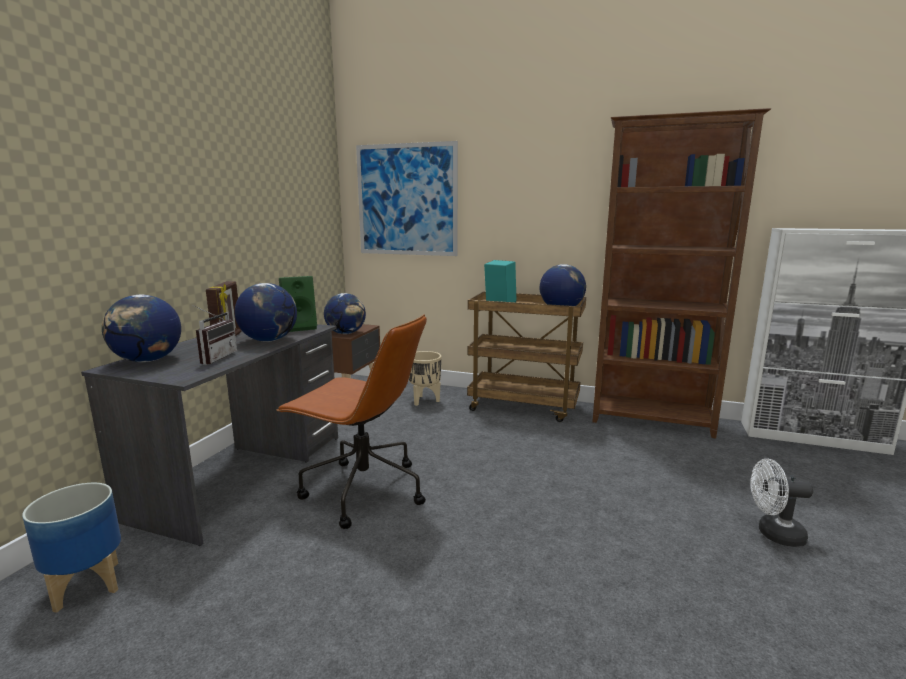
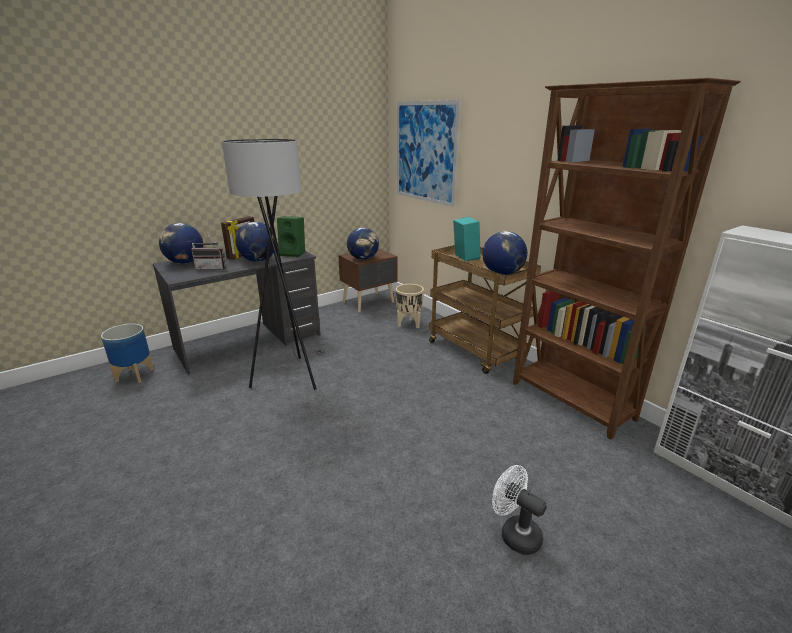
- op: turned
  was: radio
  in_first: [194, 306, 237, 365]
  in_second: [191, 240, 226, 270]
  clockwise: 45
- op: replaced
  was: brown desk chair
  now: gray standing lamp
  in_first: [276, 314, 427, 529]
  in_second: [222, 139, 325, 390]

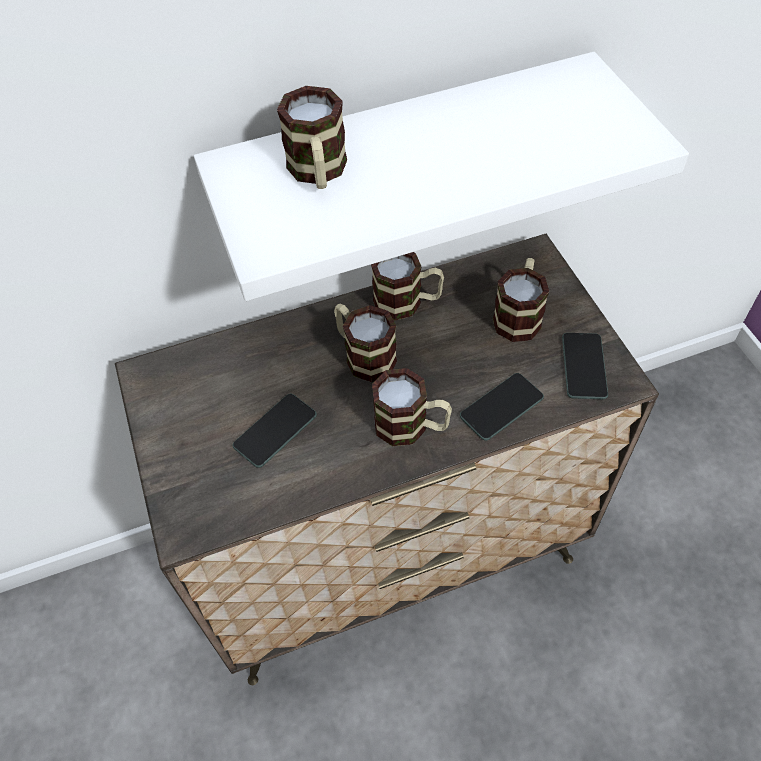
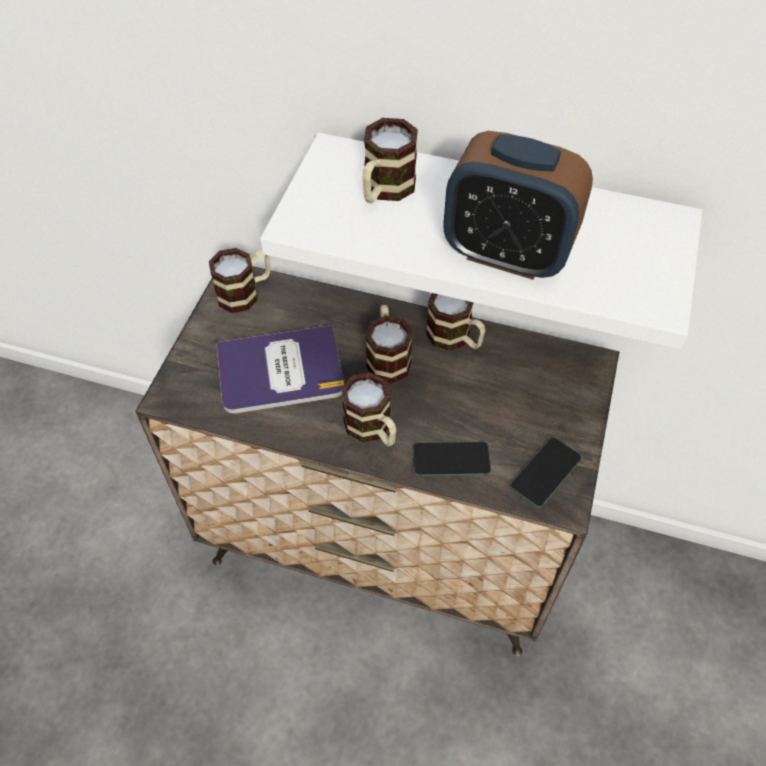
- op: moved
  was: mug
  in_first: [493, 258, 549, 342]
  in_second: [209, 248, 270, 313]
- op: replaced
  was: phone
  now: bound book
  in_first: [233, 394, 317, 468]
  in_second: [216, 325, 344, 414]
- op: added
  now: alarm clock
  in_second: [443, 131, 593, 280]

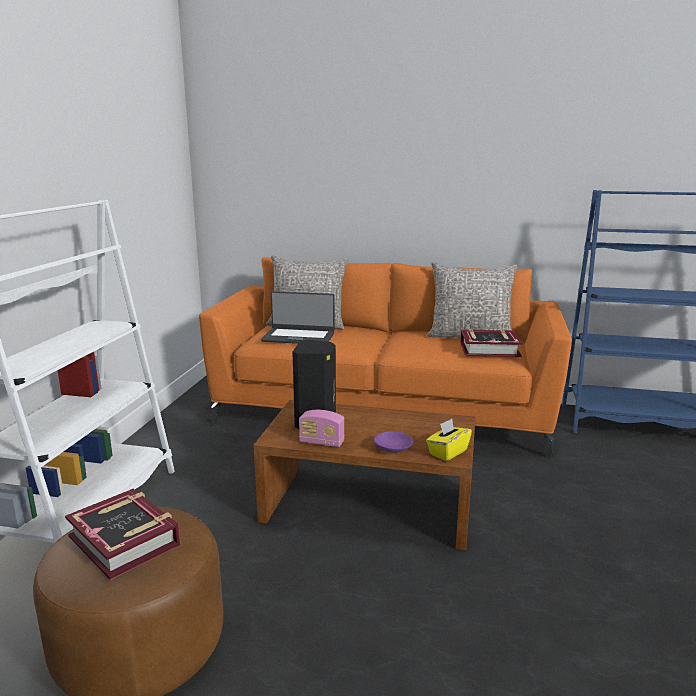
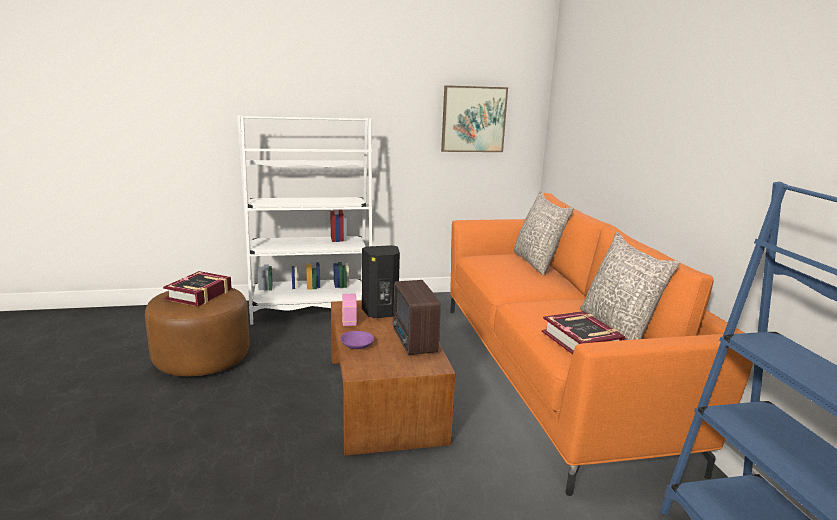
- op: removed
  was: notebook computer
  in_first: [261, 291, 335, 344]
- op: removed
  was: yellow-coloured tissue holder
  in_first: [426, 419, 472, 461]
- op: added
  now: wall picture
  in_second: [441, 85, 508, 152]
- op: added
  now: radio
  in_second: [393, 280, 441, 355]

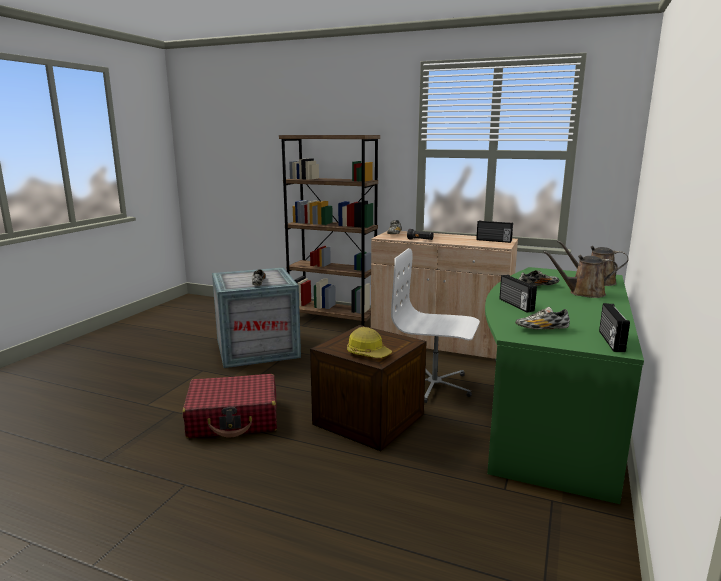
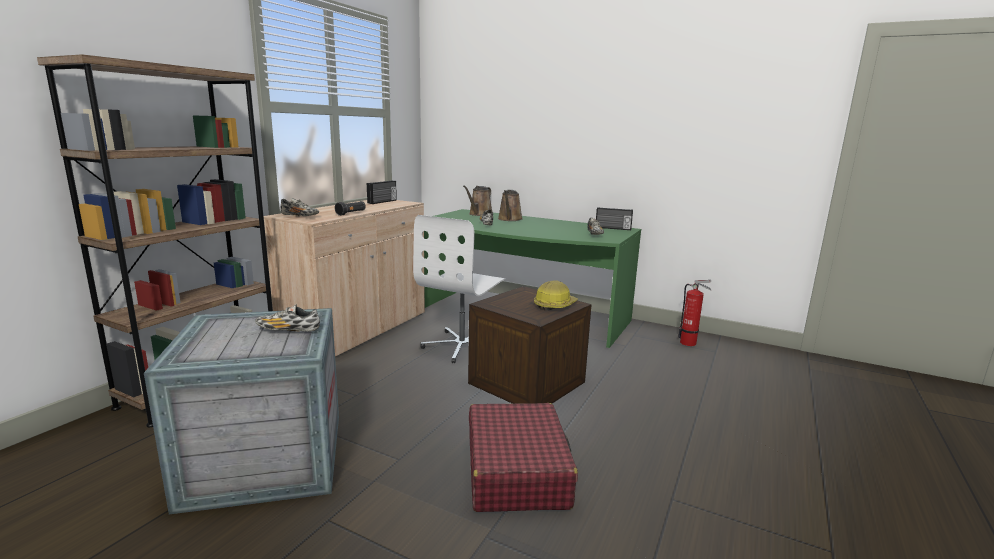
- op: removed
  was: radio
  in_first: [499, 275, 537, 312]
- op: added
  now: fire-fighting cylinder
  in_second: [678, 280, 711, 346]

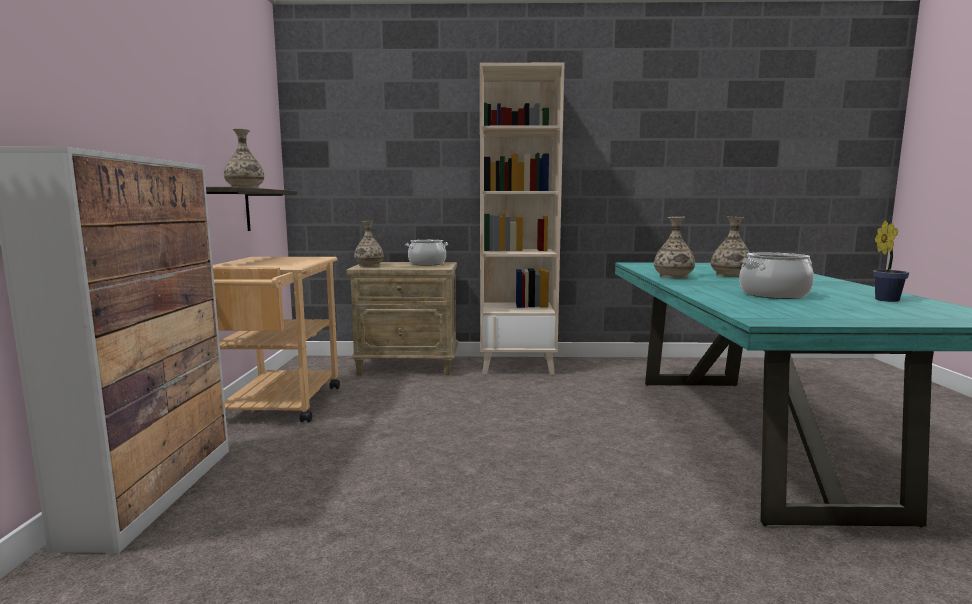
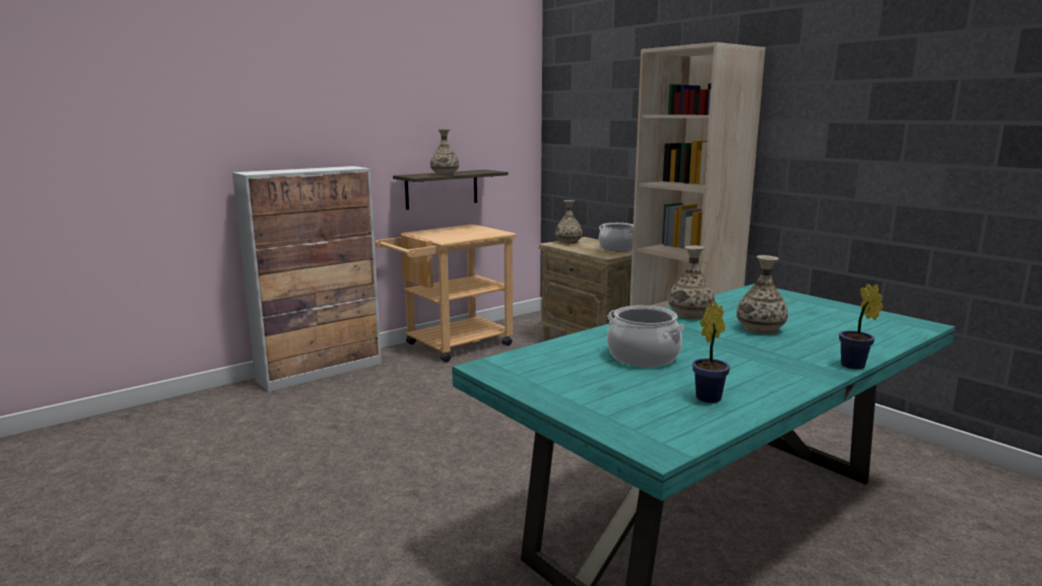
- op: added
  now: houseplant
  in_second: [839, 283, 883, 369]

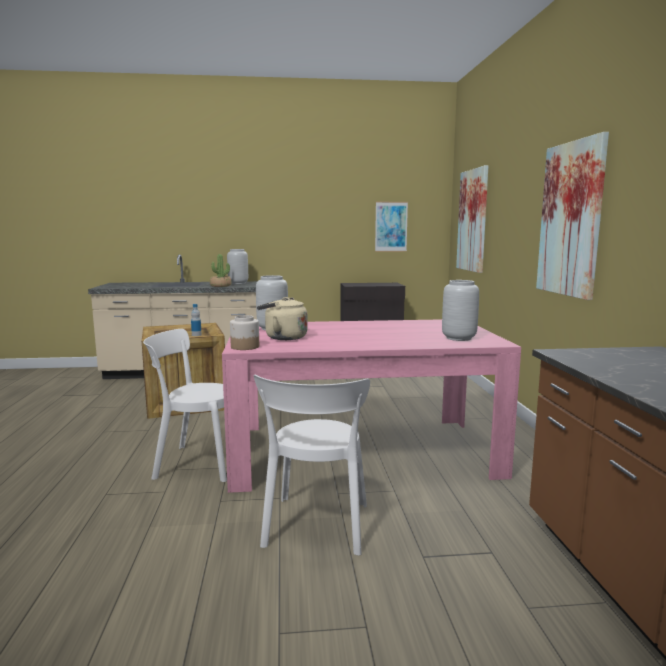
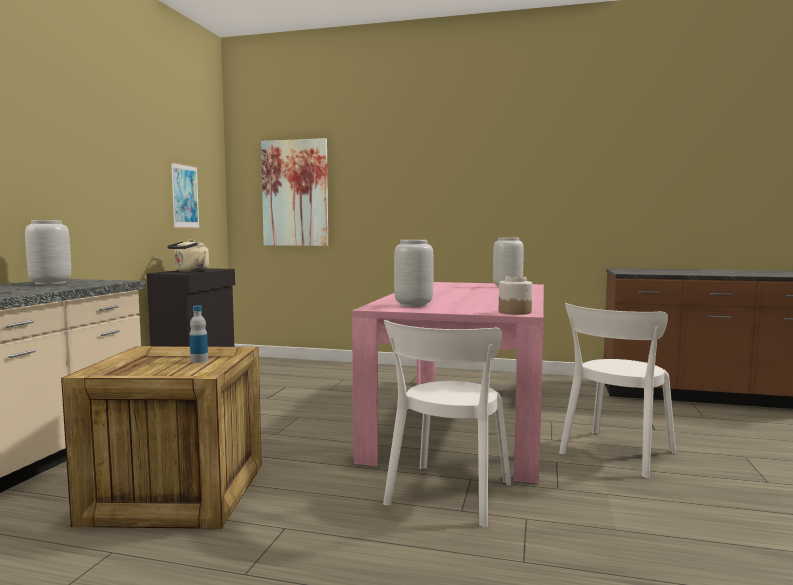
- op: removed
  was: wall picture
  in_first: [536, 132, 609, 300]
- op: removed
  was: houseplant
  in_first: [210, 254, 231, 287]
- op: moved
  was: beige tea kettle
  in_first: [257, 297, 308, 340]
  in_second: [167, 239, 209, 272]
- op: turned
  was: whitish chair
  in_first: [254, 375, 370, 556]
  in_second: [559, 303, 676, 478]
  clockwise: 105

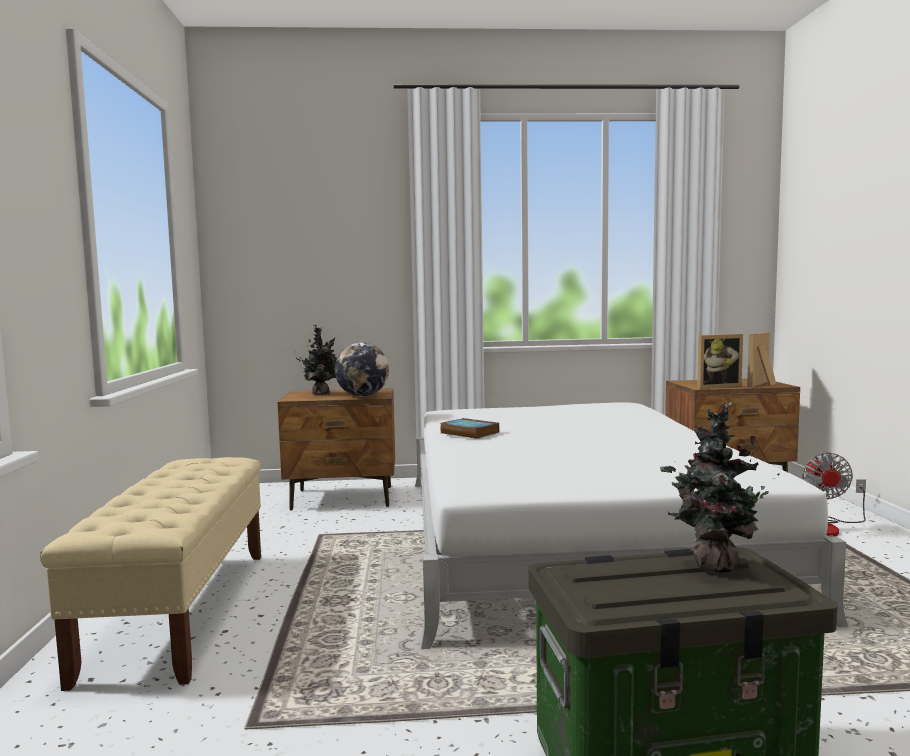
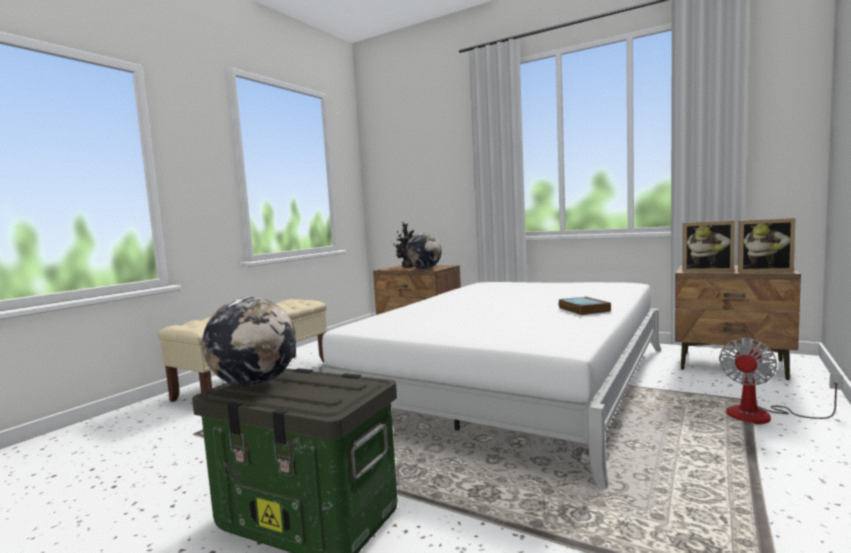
- op: turned
  was: picture frame
  in_first: [747, 332, 776, 388]
  in_second: [738, 218, 796, 273]
  clockwise: -150
- op: removed
  was: houseplant
  in_first: [660, 402, 779, 572]
- op: moved
  was: bound book
  in_first: [440, 418, 499, 439]
  in_second: [558, 297, 611, 315]
- op: added
  now: desk globe
  in_second: [202, 297, 296, 387]

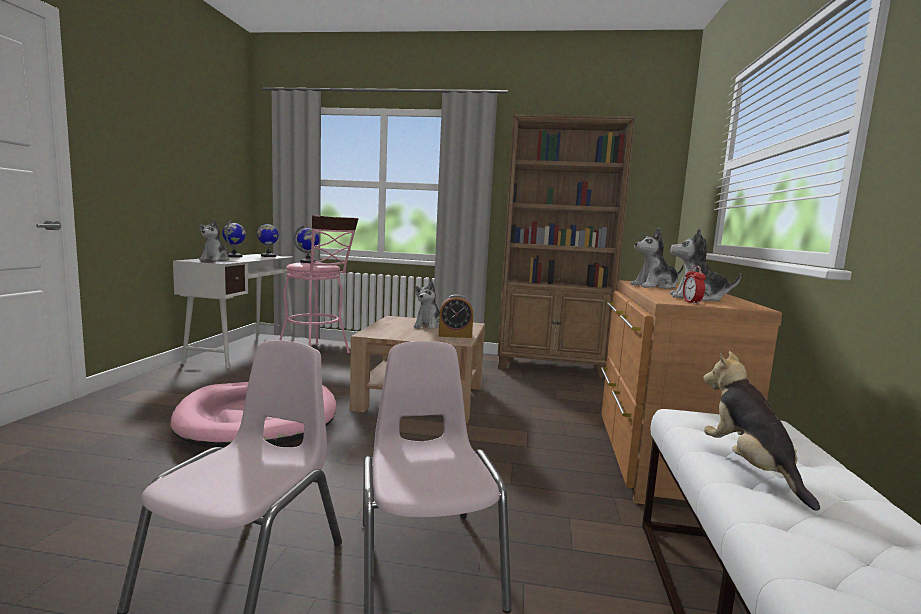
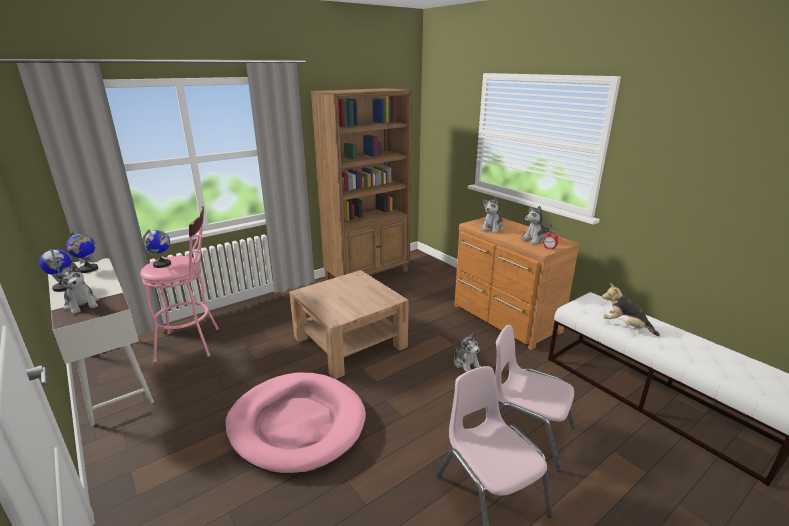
- op: moved
  was: cuddly toy
  in_first: [414, 281, 440, 329]
  in_second: [454, 333, 481, 372]
- op: removed
  was: alarm clock
  in_first: [439, 294, 473, 338]

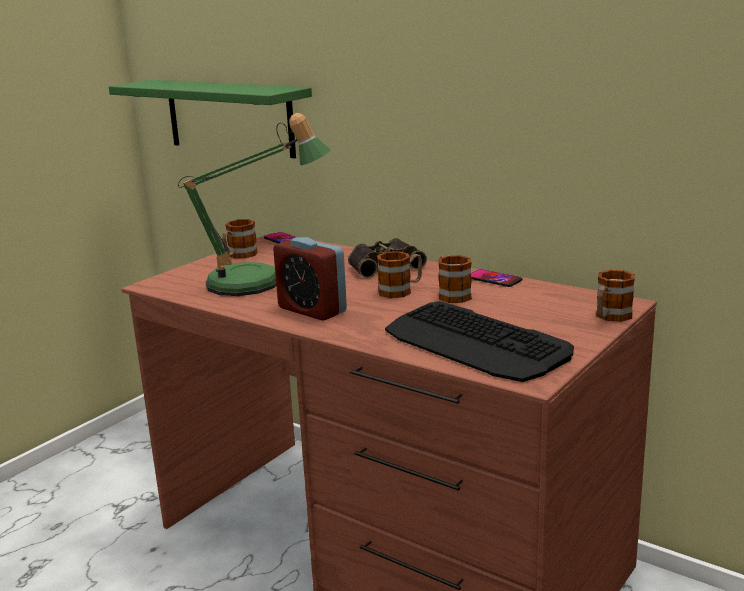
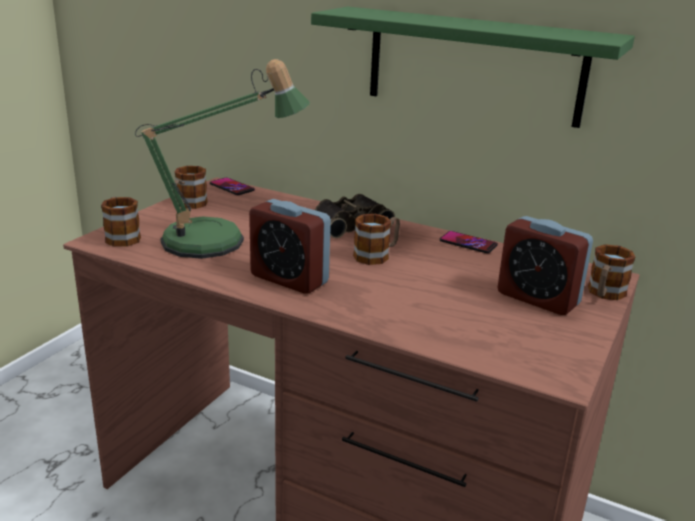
- op: moved
  was: greenish shelf
  in_first: [109, 80, 312, 158]
  in_second: [311, 7, 635, 128]
- op: moved
  was: mug
  in_first: [438, 255, 472, 303]
  in_second: [101, 197, 141, 247]
- op: removed
  was: PC keyboard
  in_first: [385, 301, 574, 382]
- op: added
  now: alarm clock
  in_second: [497, 216, 593, 315]

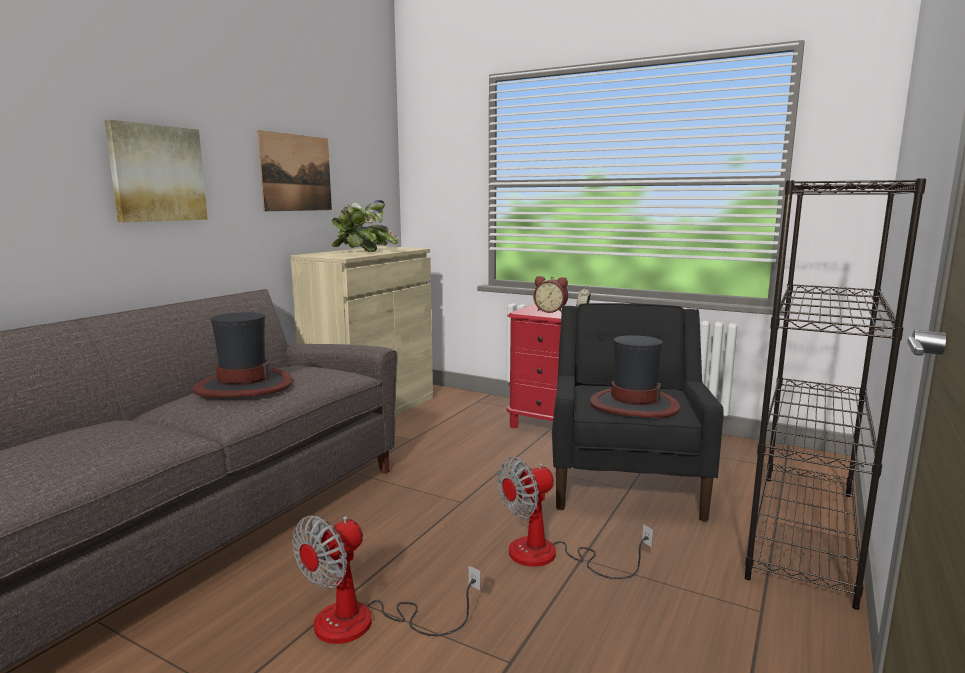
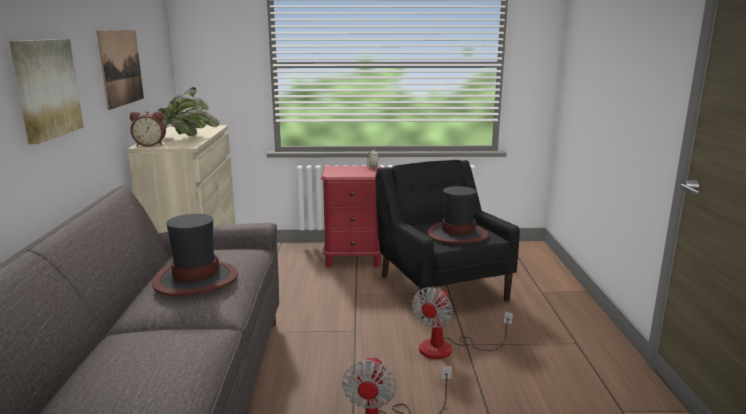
- op: removed
  was: black bookcase
  in_first: [745, 178, 926, 610]
- op: moved
  was: alarm clock
  in_first: [533, 276, 568, 313]
  in_second: [130, 111, 166, 147]

